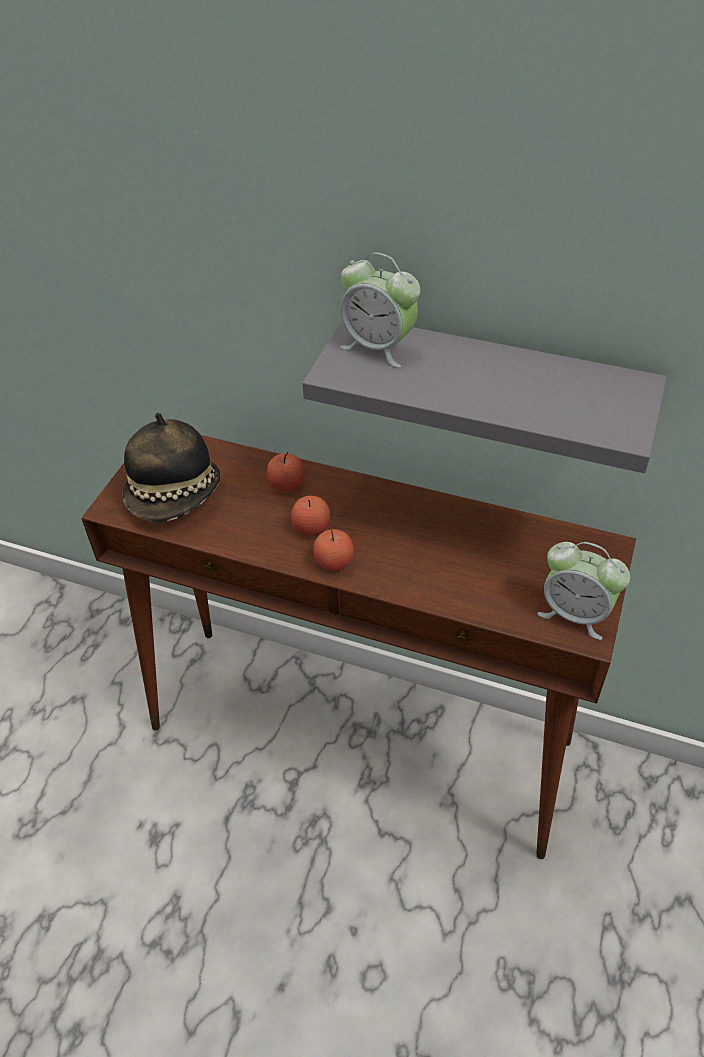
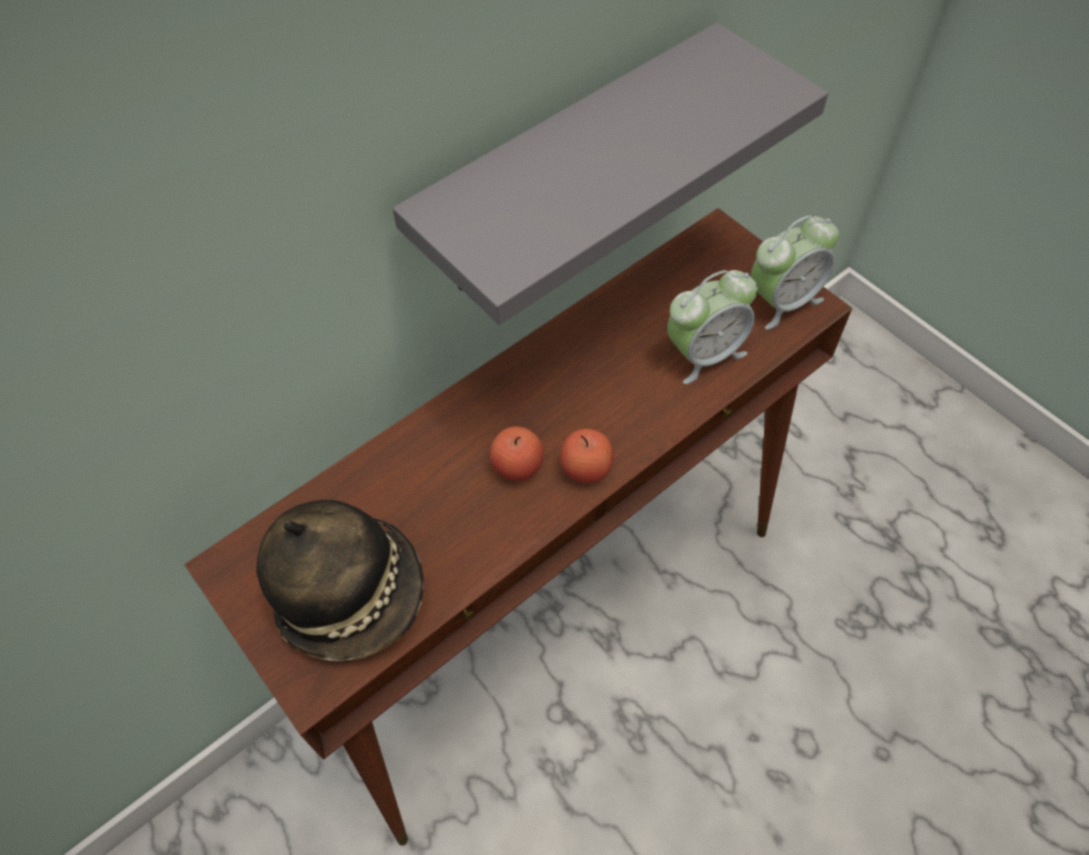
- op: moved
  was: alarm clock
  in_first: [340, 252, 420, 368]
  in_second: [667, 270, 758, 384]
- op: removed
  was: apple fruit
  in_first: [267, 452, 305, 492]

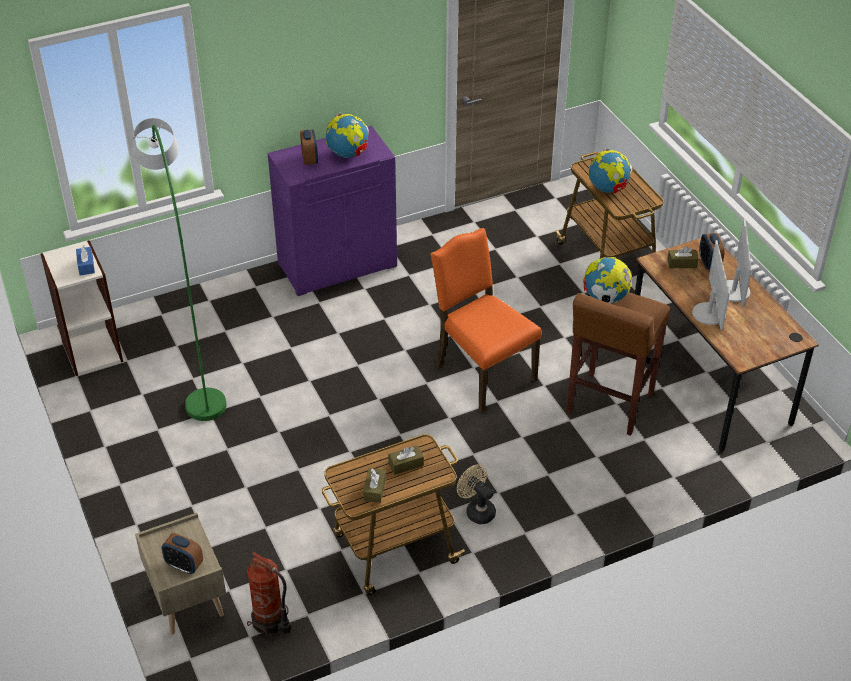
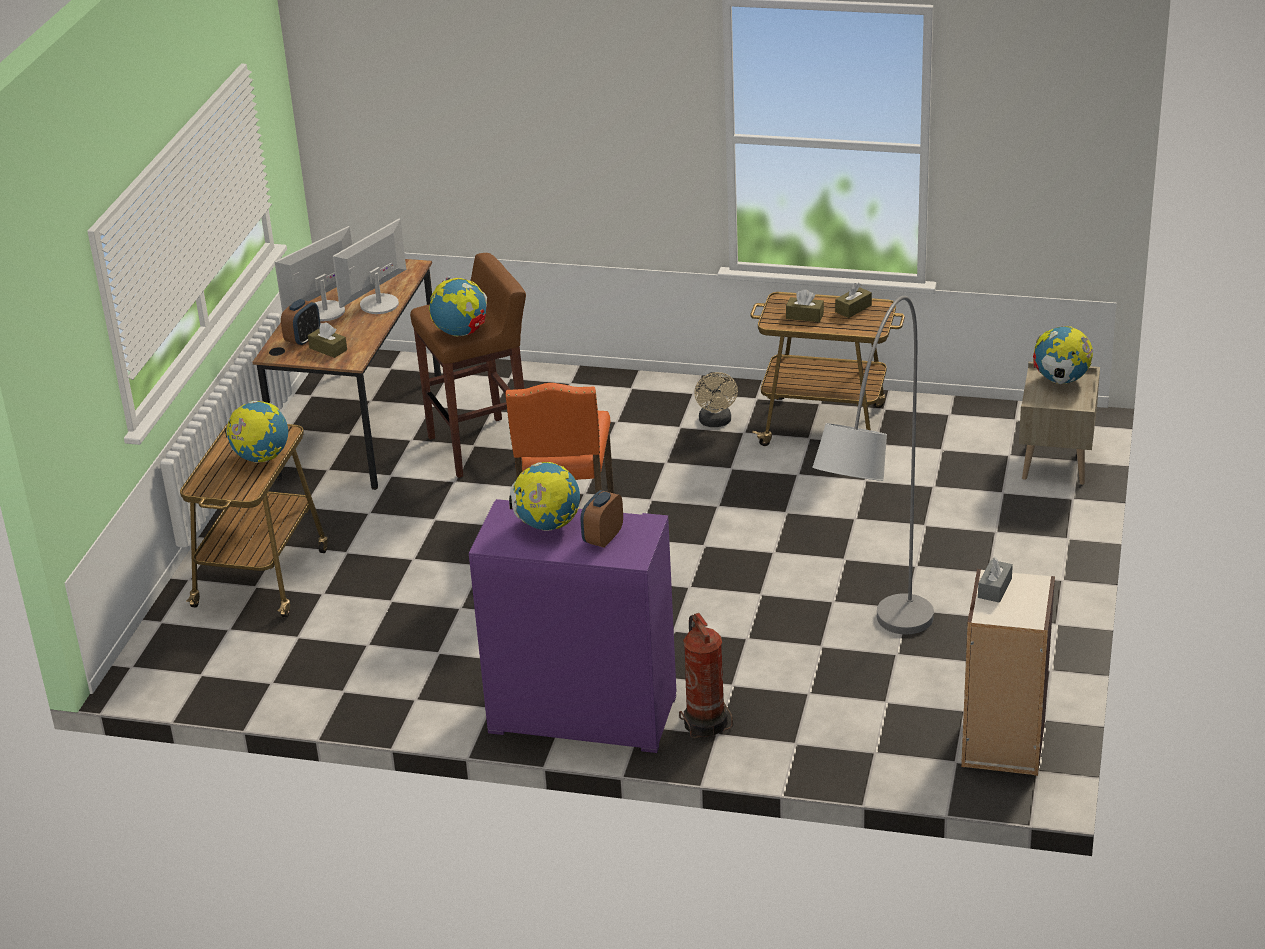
- op: recoloured
  was: greenish standing lamp
  now: gray standing lamp
  in_first: [132, 118, 227, 421]
  in_second: [812, 296, 934, 634]
- op: recoloured
  was: bluish tissue holder
  now: gray tissue holder
  in_first: [76, 246, 95, 275]
  in_second: [978, 557, 1013, 603]
- op: replaced
  was: alarm clock
  now: desk globe
  in_first: [161, 533, 203, 574]
  in_second: [1033, 326, 1093, 384]
- op: moved
  was: fire-fighting cylinder
  in_first: [247, 552, 291, 637]
  in_second: [679, 613, 733, 738]

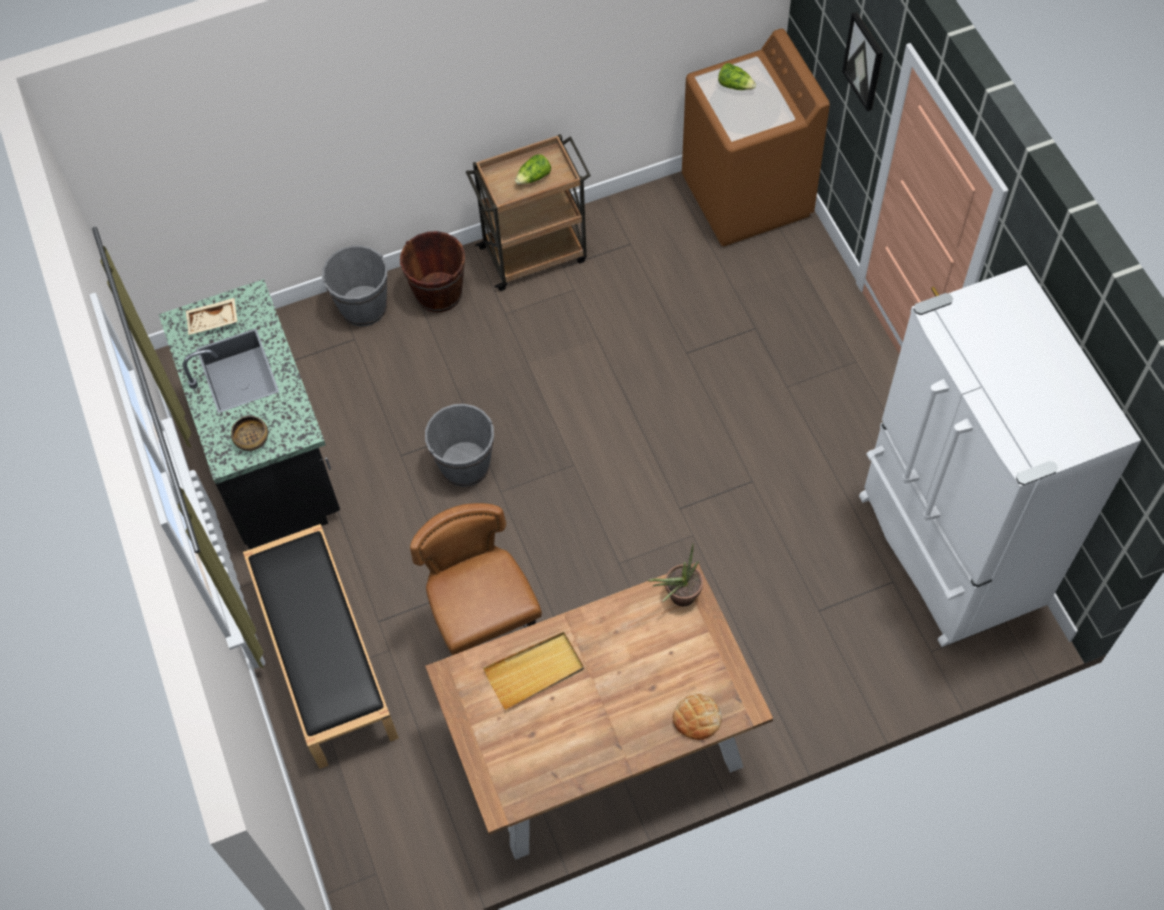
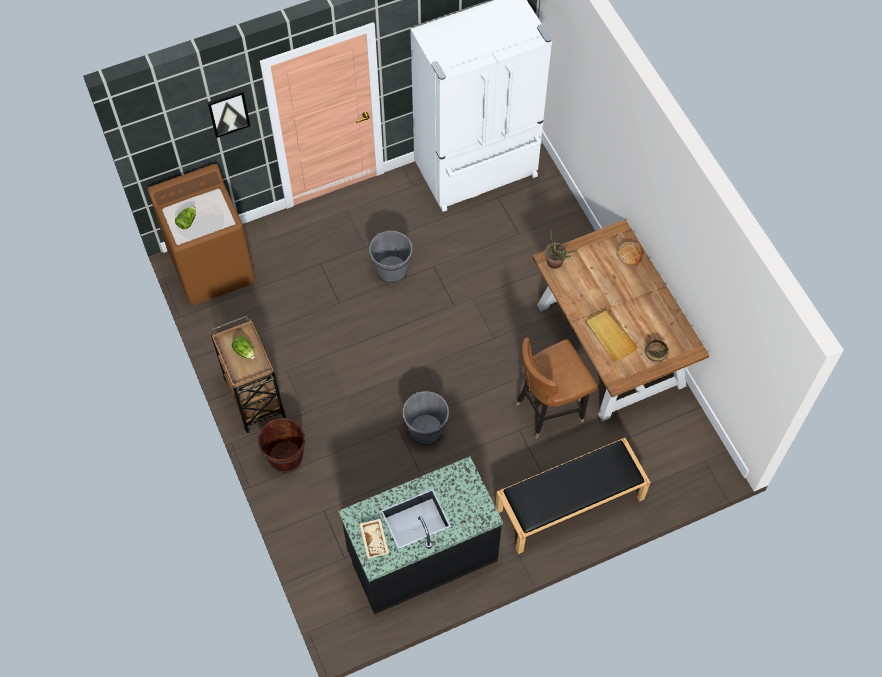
- op: moved
  was: gray water bucket
  in_first: [322, 245, 388, 326]
  in_second: [369, 231, 412, 284]
- op: moved
  was: deep dish
  in_first: [231, 416, 268, 451]
  in_second: [645, 339, 669, 362]

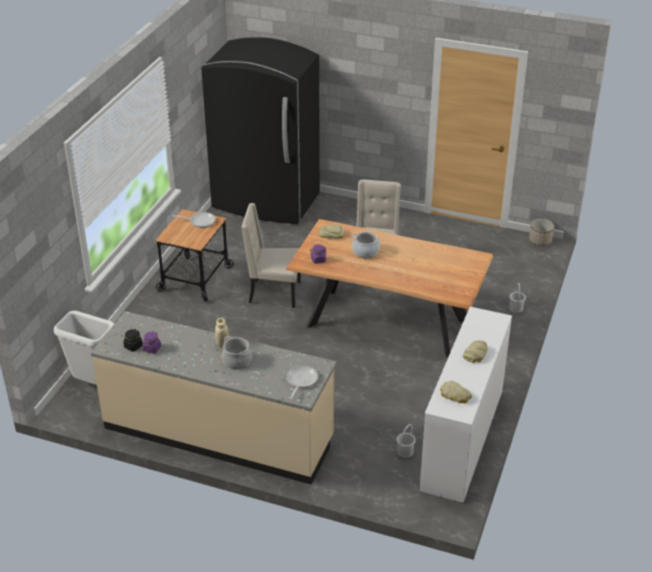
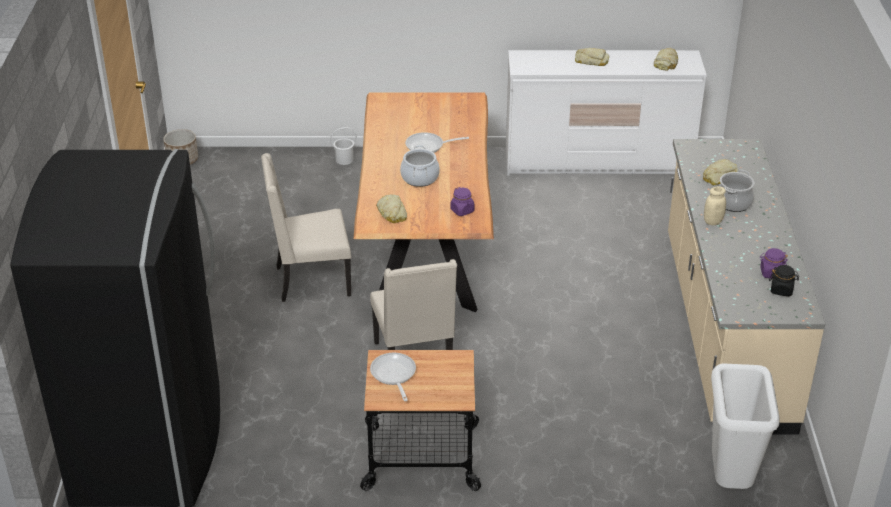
- op: moved
  was: frying pan
  in_first: [286, 365, 318, 399]
  in_second: [405, 132, 469, 153]
- op: removed
  was: whitish water bucket
  in_first: [397, 424, 416, 458]
- op: added
  now: bakery bread
  in_second: [703, 159, 739, 185]

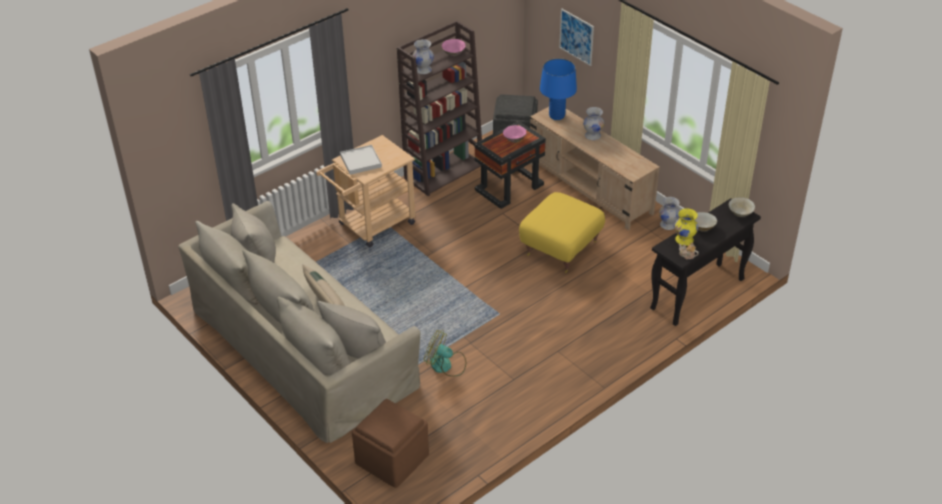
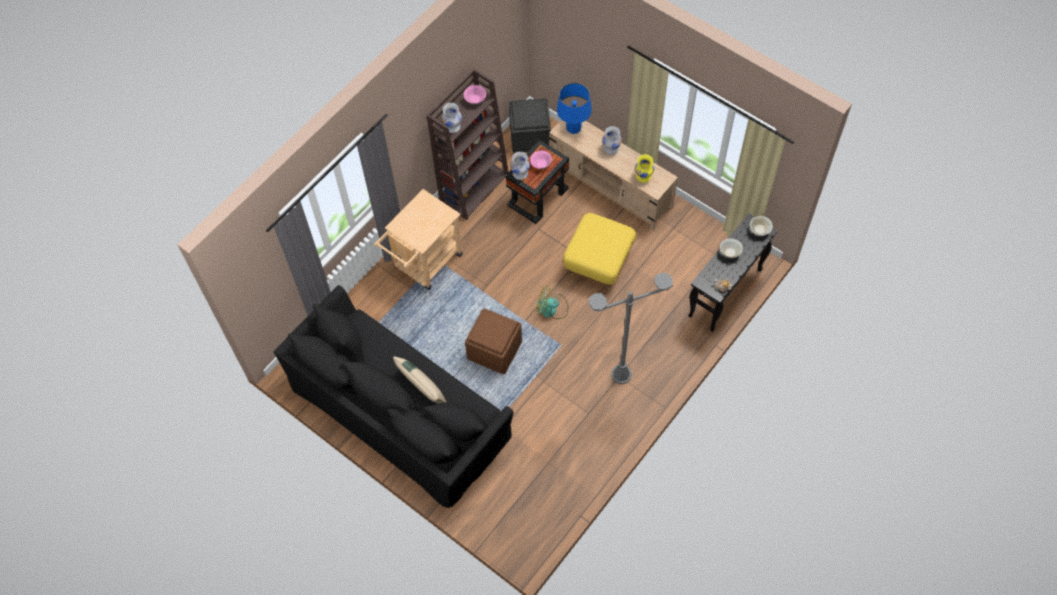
- op: removed
  was: wall picture
  in_first: [559, 9, 594, 66]
- op: removed
  was: whitish carrying tray
  in_first: [340, 145, 382, 175]
- op: moved
  was: whitish vase
  in_first: [659, 197, 680, 230]
  in_second: [511, 152, 530, 180]
- op: recoloured
  was: beige settee
  now: black settee
  in_first: [178, 201, 420, 443]
  in_second: [274, 285, 514, 508]
- op: moved
  was: yellow-coloured vase
  in_first: [674, 208, 698, 246]
  in_second: [635, 154, 654, 183]
- op: moved
  was: fan
  in_first: [424, 330, 466, 376]
  in_second: [536, 285, 568, 319]
- op: moved
  was: brown footrest
  in_first: [352, 399, 429, 488]
  in_second: [465, 308, 522, 374]
- op: added
  now: gray standing lamp
  in_second: [589, 273, 673, 384]

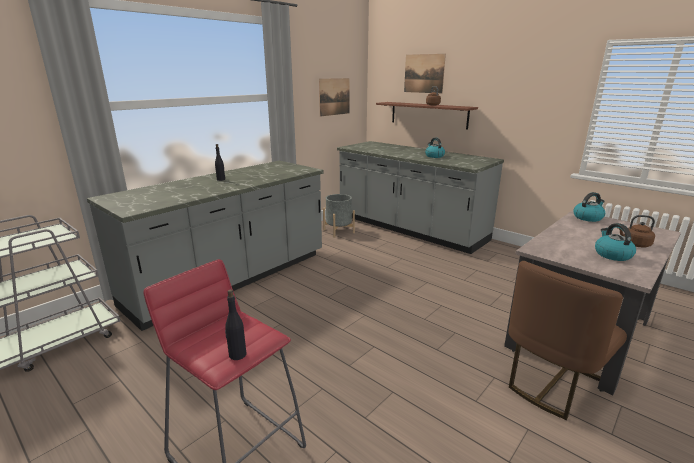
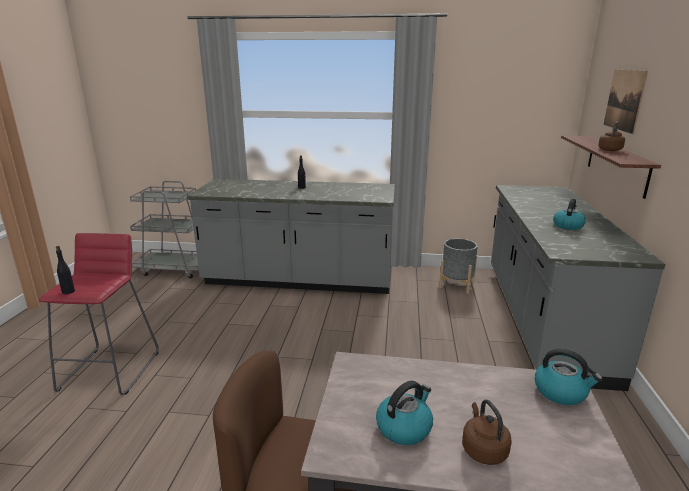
- op: removed
  was: wall picture
  in_first: [319, 78, 350, 117]

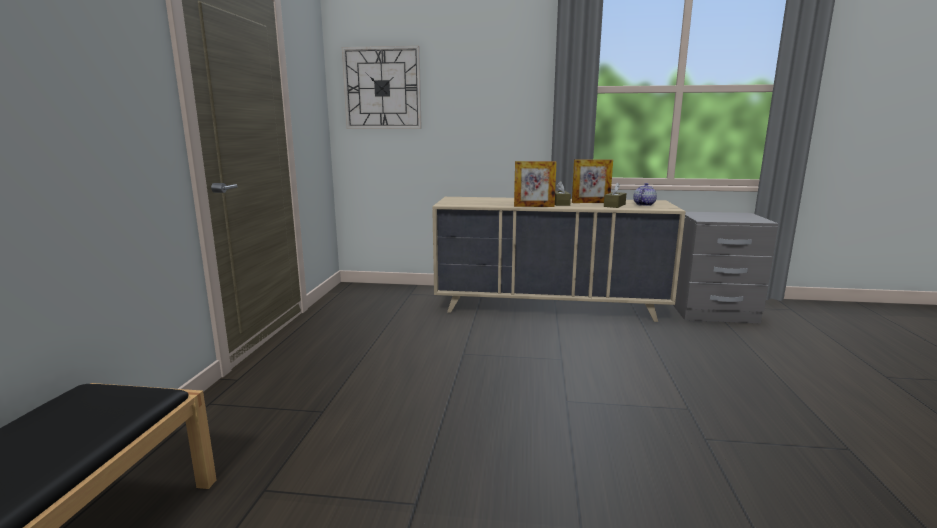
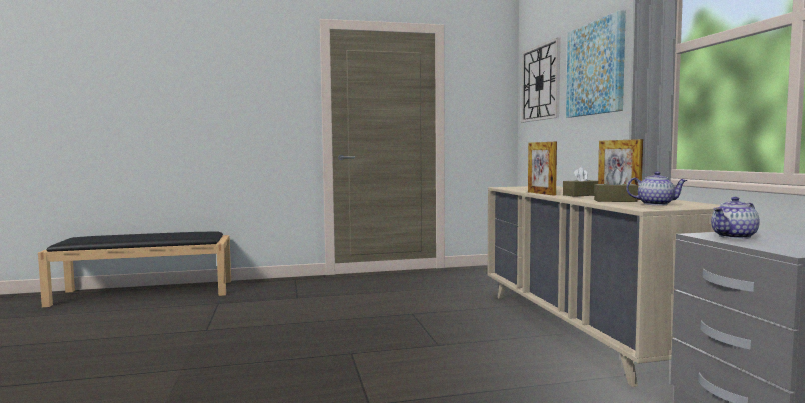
- op: added
  now: wall picture
  in_second: [566, 10, 626, 118]
- op: added
  now: pot for tea
  in_second: [711, 197, 760, 239]

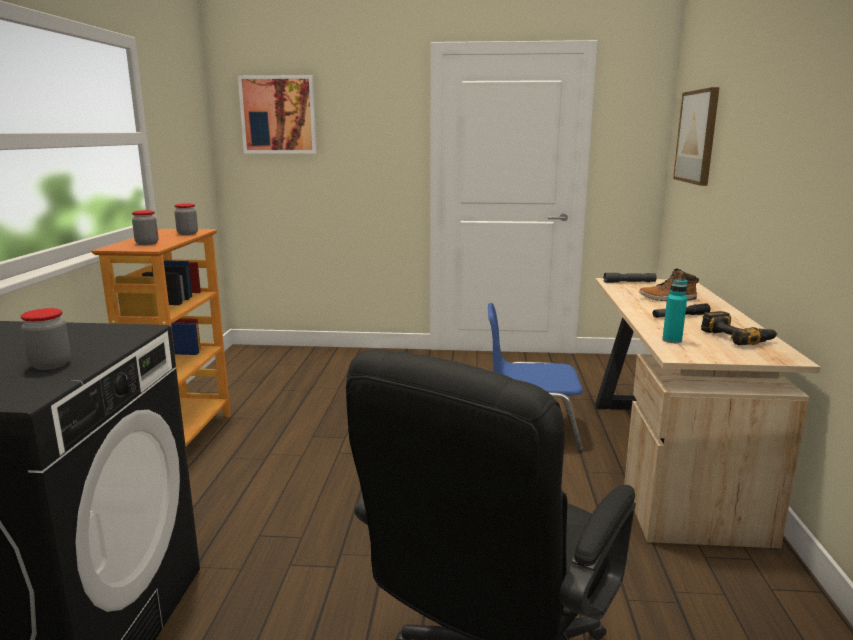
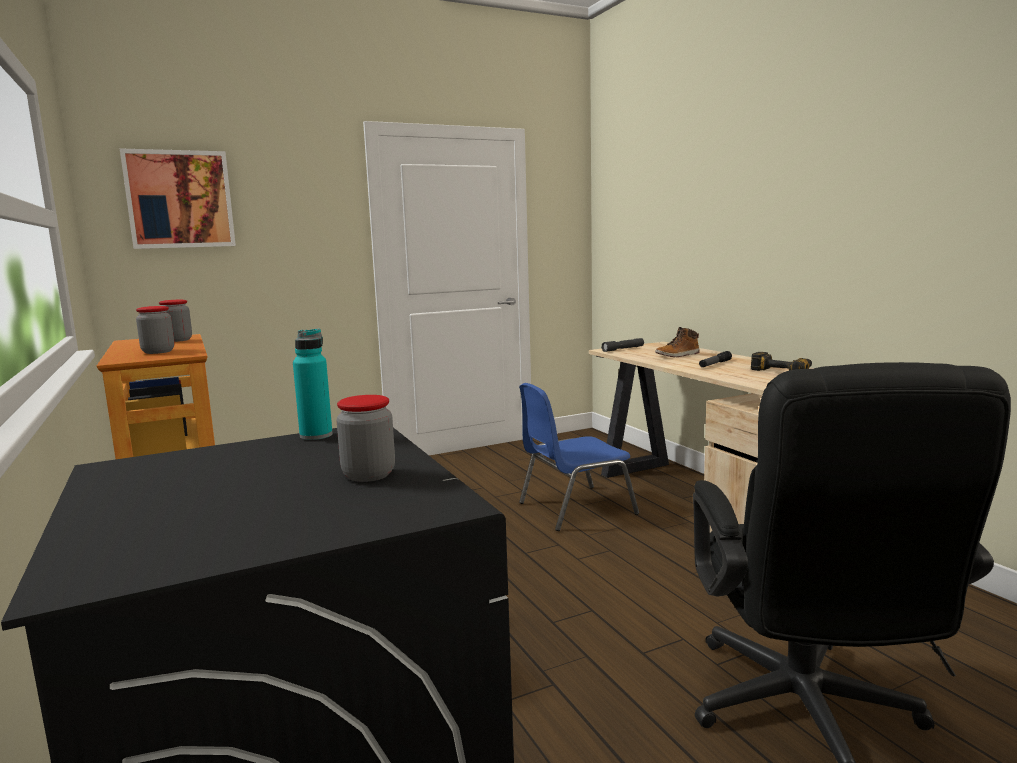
- op: removed
  was: wall picture
  in_first: [673, 87, 720, 186]
- op: moved
  was: blue-green beverage bottle
  in_first: [662, 279, 688, 343]
  in_second: [293, 329, 333, 440]

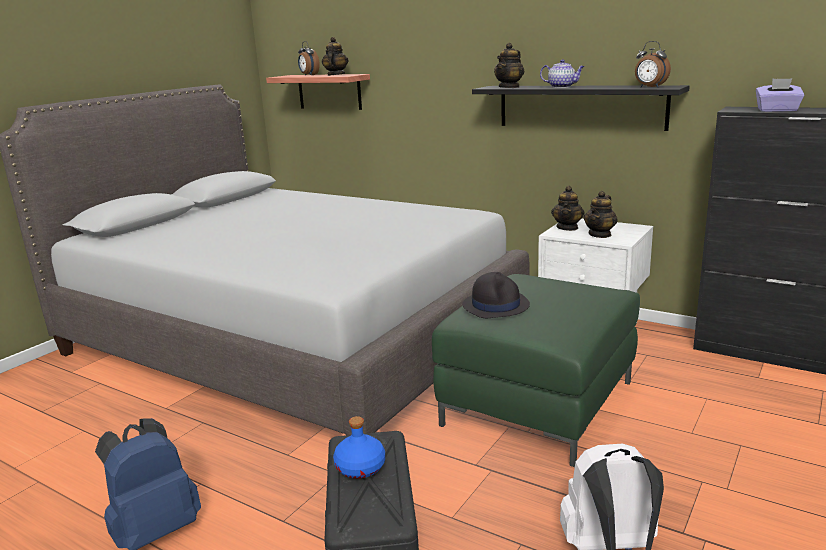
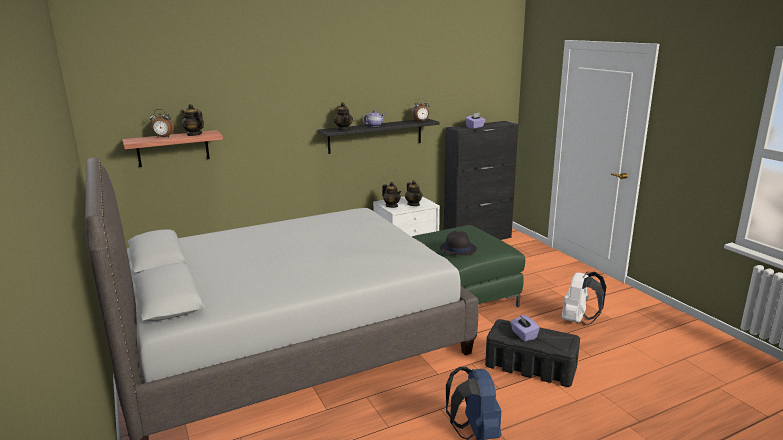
- op: replaced
  was: bluish beverage bottle
  now: purple tissue holder
  in_first: [333, 416, 385, 478]
  in_second: [510, 315, 540, 341]

